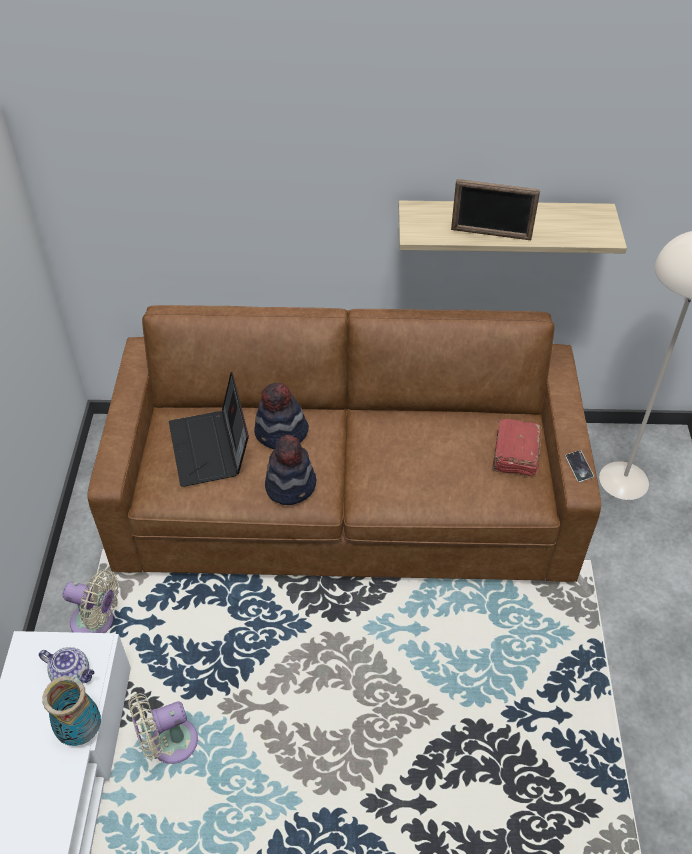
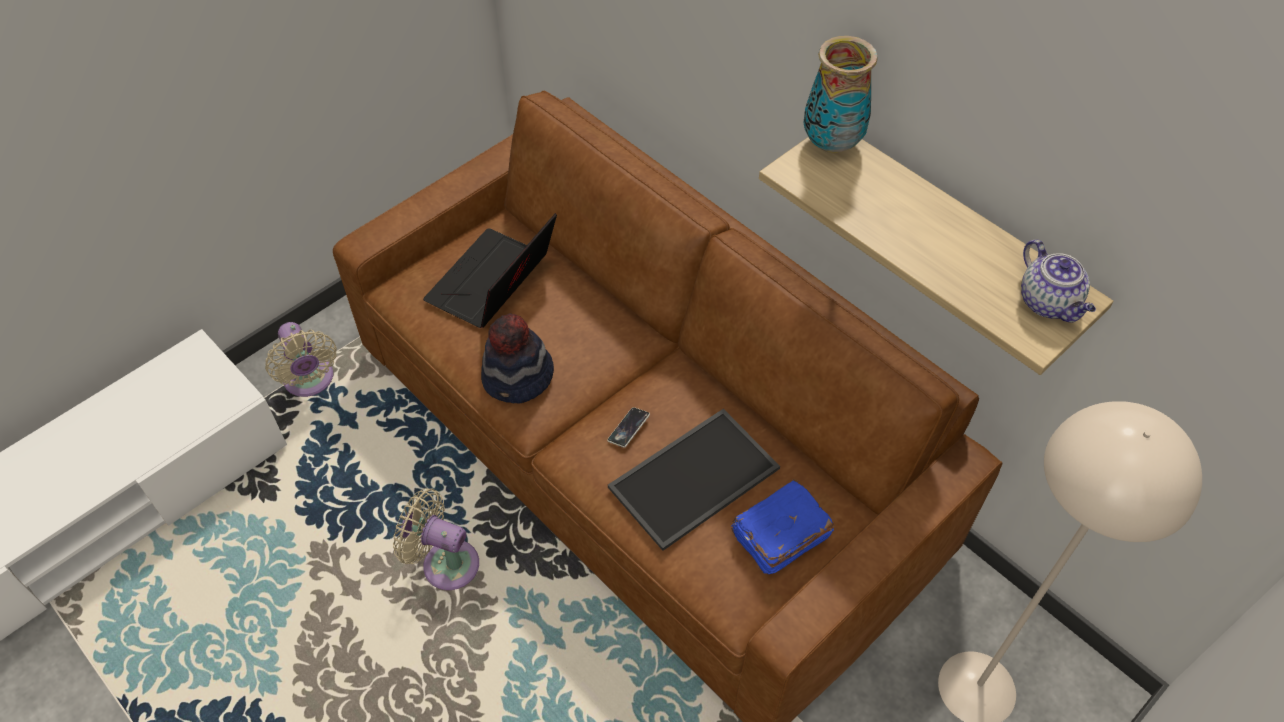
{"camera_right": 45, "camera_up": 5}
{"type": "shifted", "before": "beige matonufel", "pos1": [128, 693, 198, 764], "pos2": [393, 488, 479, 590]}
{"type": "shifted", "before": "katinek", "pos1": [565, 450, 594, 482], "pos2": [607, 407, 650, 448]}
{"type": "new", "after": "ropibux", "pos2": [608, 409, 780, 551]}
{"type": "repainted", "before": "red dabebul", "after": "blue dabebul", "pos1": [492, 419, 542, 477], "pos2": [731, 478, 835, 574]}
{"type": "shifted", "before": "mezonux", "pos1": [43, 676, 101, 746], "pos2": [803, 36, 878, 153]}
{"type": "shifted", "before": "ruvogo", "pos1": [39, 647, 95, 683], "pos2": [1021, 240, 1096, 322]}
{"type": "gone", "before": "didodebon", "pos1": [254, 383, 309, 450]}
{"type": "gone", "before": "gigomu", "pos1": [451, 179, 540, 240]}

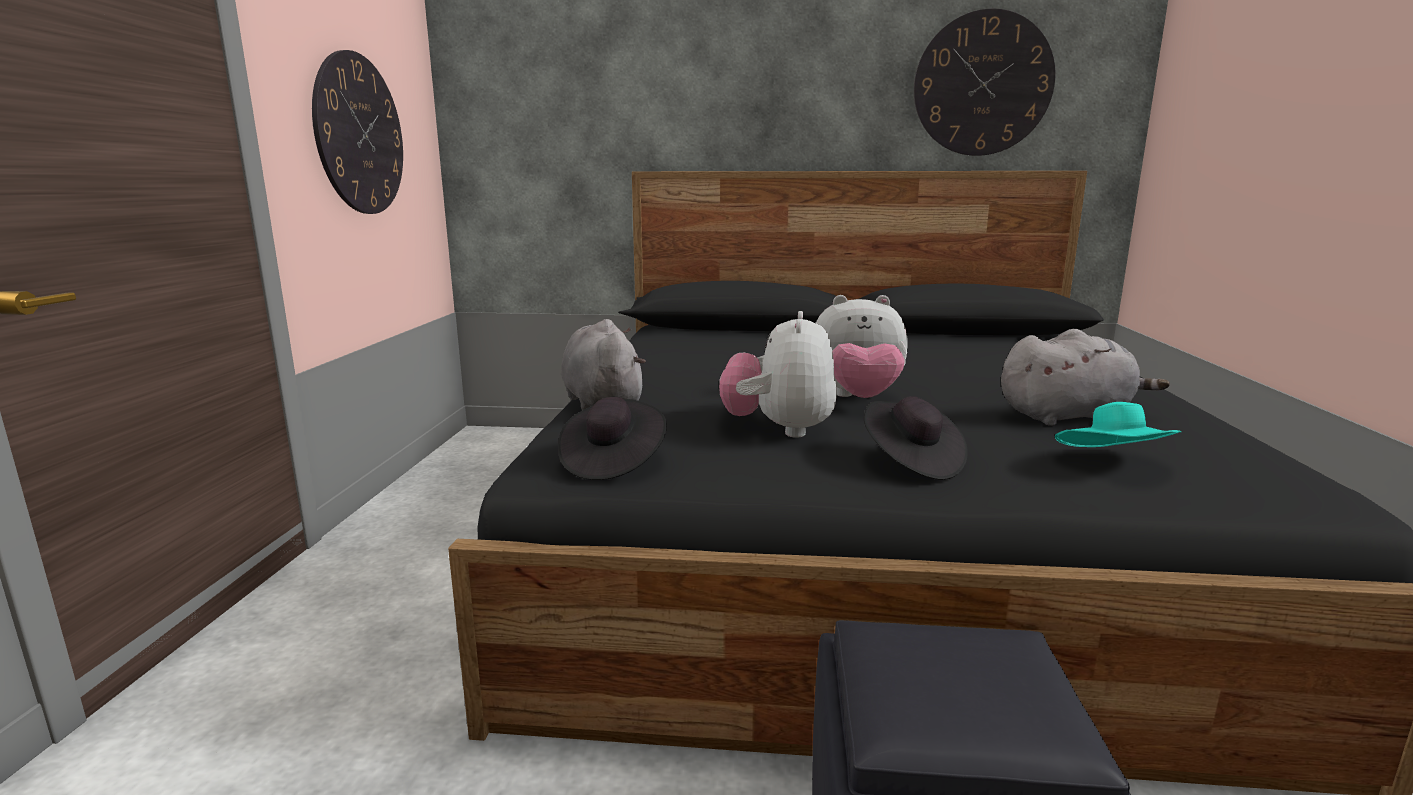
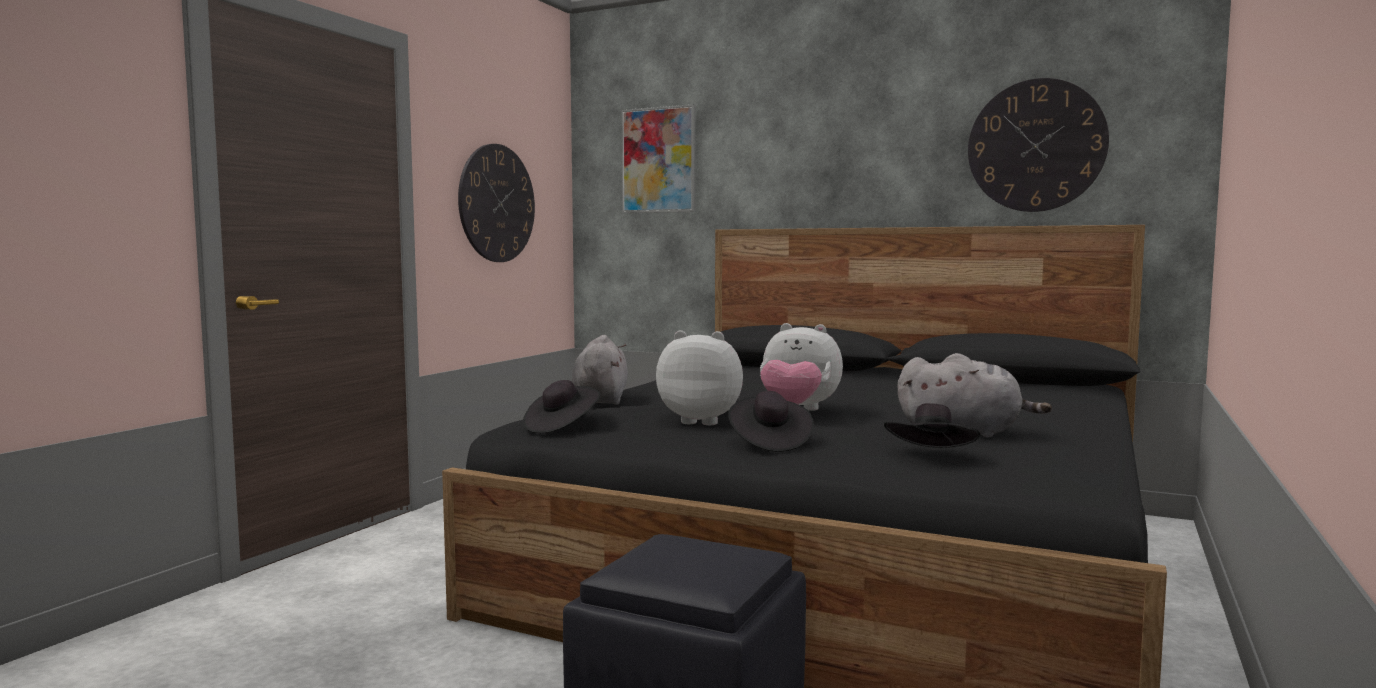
{"camera_right": 20, "camera_up": -10}
{"type": "new", "after": "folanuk", "pos2": [622, 104, 695, 213]}
{"type": "rotated", "before": "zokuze", "pos1": [719, 311, 837, 438], "pos2": [656, 330, 743, 425], "turn": 75}
{"type": "repainted", "before": "turquoise didodebon", "after": "black didodebon", "pos1": [1055, 402, 1181, 447], "pos2": [884, 403, 980, 448]}

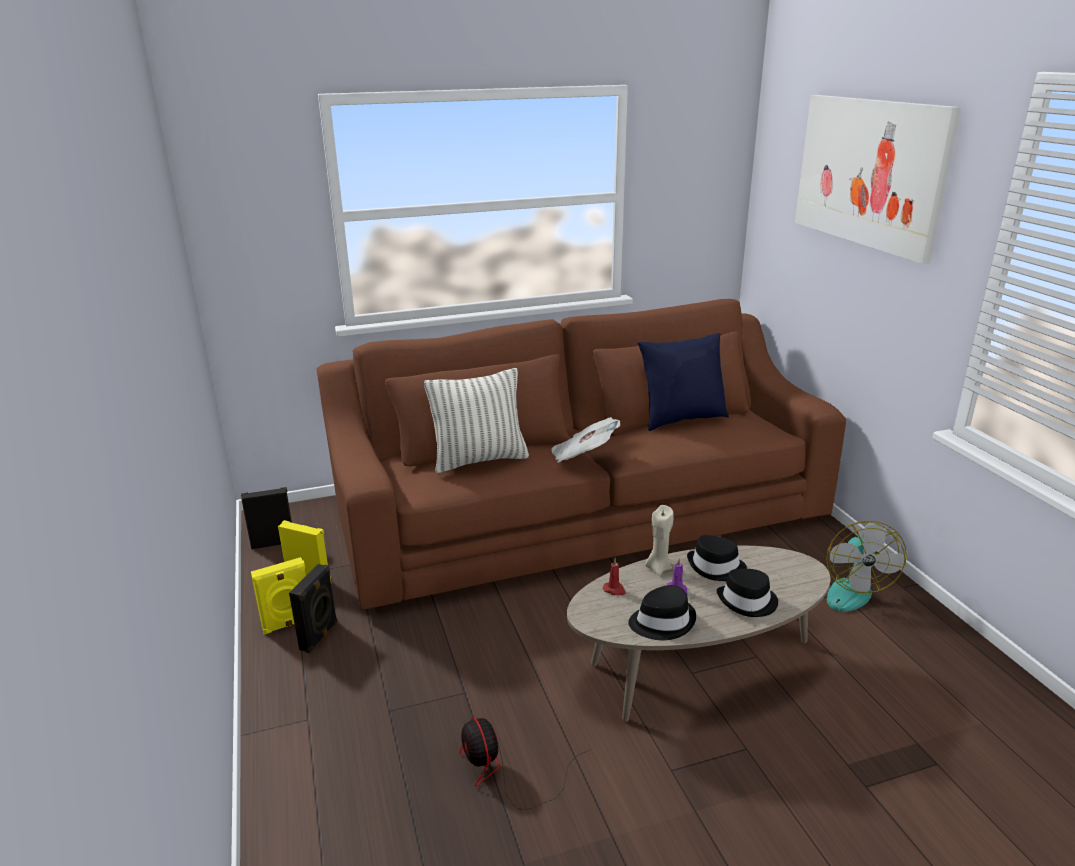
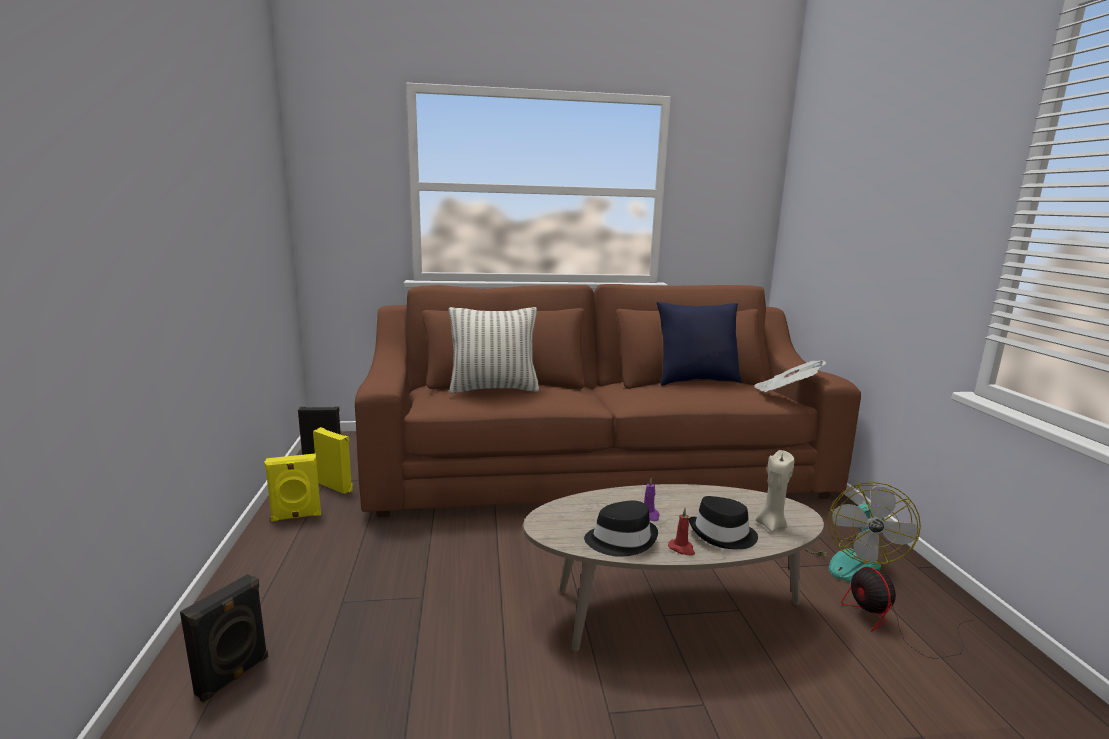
{"camera_right": 10, "camera_up": -10}
{"type": "shifted", "before": "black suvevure", "pos1": [289, 564, 338, 653], "pos2": [180, 574, 268, 703]}
{"type": "shifted", "before": "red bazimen", "pos1": [603, 558, 626, 595], "pos2": [668, 508, 695, 556]}
{"type": "shifted", "before": "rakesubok", "pos1": [551, 417, 621, 463], "pos2": [754, 360, 826, 393]}
{"type": "shifted", "before": "beige bazimen", "pos1": [645, 505, 674, 575], "pos2": [756, 450, 794, 532]}
{"type": "shifted", "before": "matonufel", "pos1": [460, 717, 590, 809], "pos2": [841, 567, 973, 659]}
{"type": "gone", "before": "black didodebon", "pos1": [687, 535, 747, 581]}
{"type": "gone", "before": "folanuk", "pos1": [795, 95, 961, 264]}

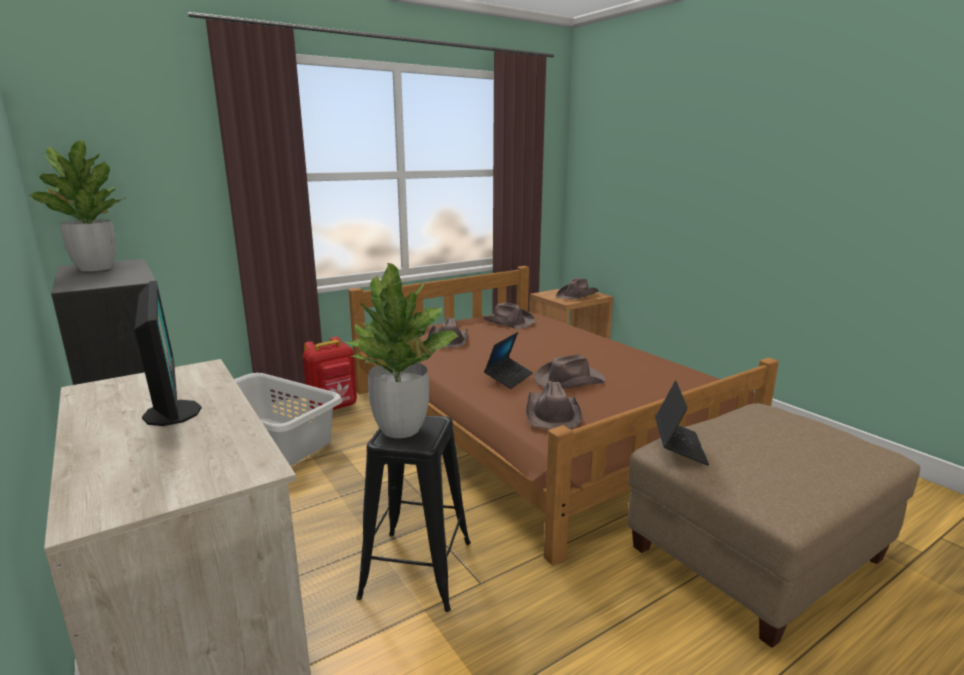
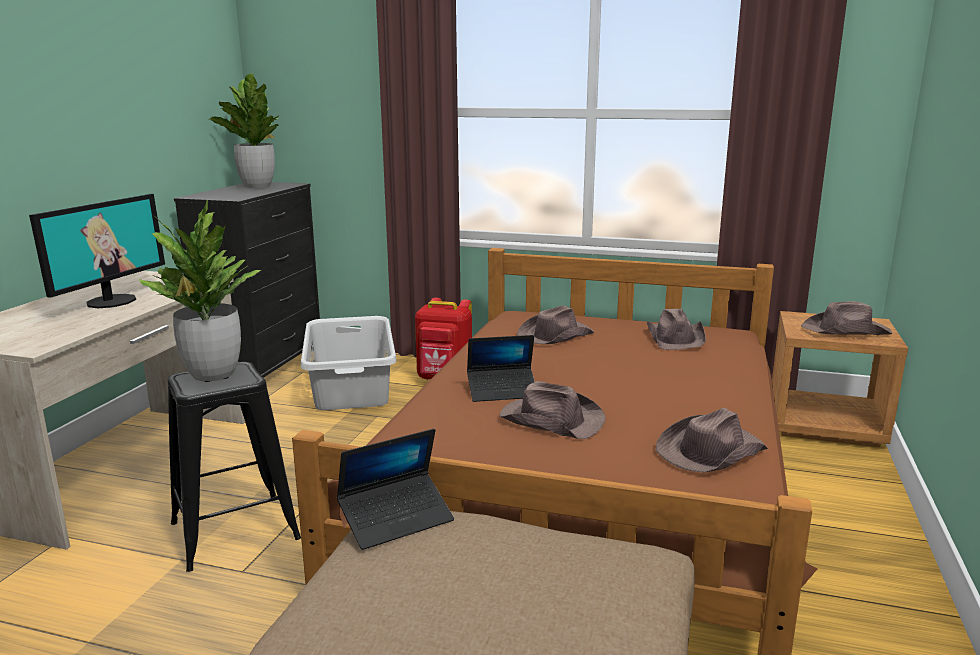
{"camera_right": 50, "camera_up": 0}
{"type": "shifted", "before": "brown didodebon", "pos1": [526, 381, 582, 429], "pos2": [656, 408, 768, 473]}

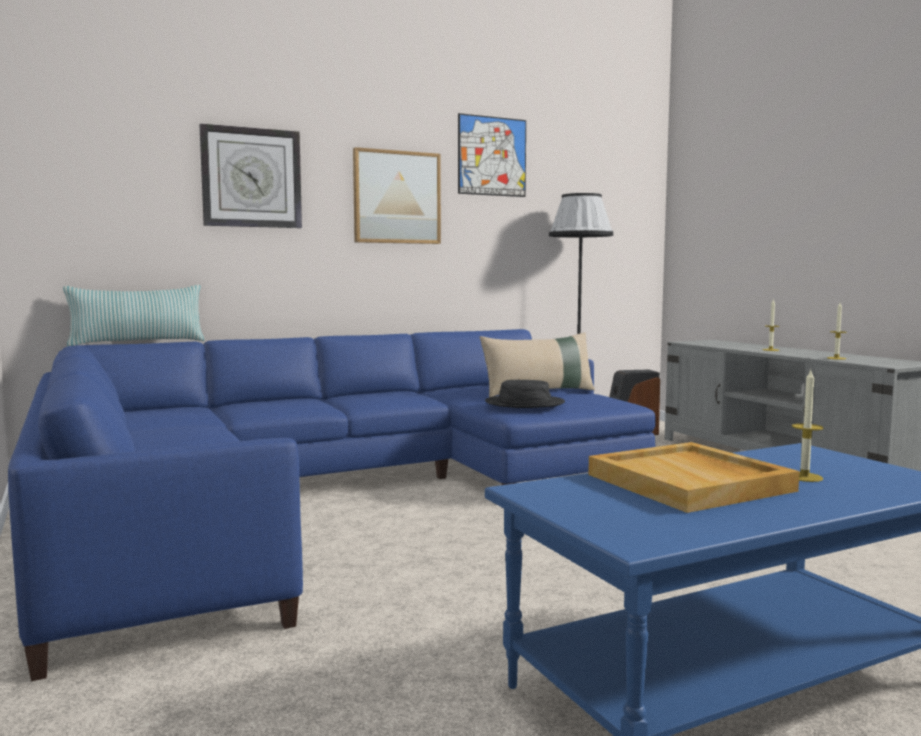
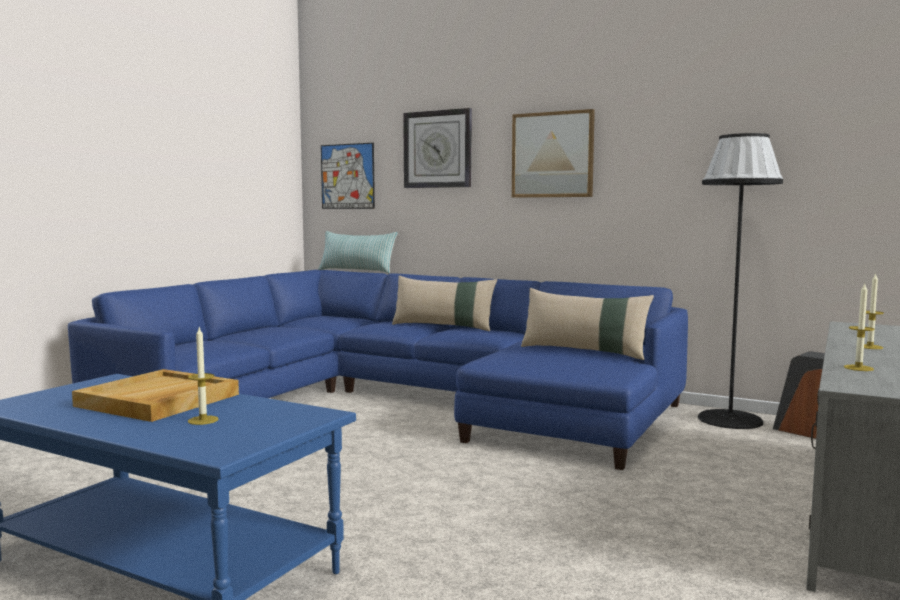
{"camera_right": 55, "camera_up": 0}
{"type": "shifted", "before": "folanuk", "pos1": [458, 113, 526, 197], "pos2": [321, 143, 375, 209]}
{"type": "new", "after": "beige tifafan", "pos2": [392, 275, 497, 331]}
{"type": "gone", "before": "black didodebon", "pos1": [485, 380, 565, 408]}

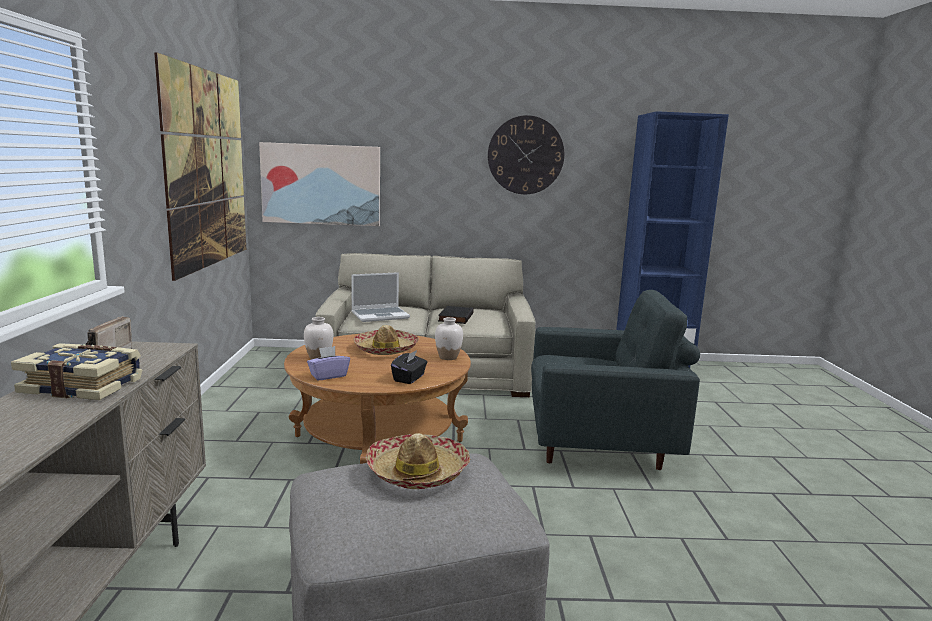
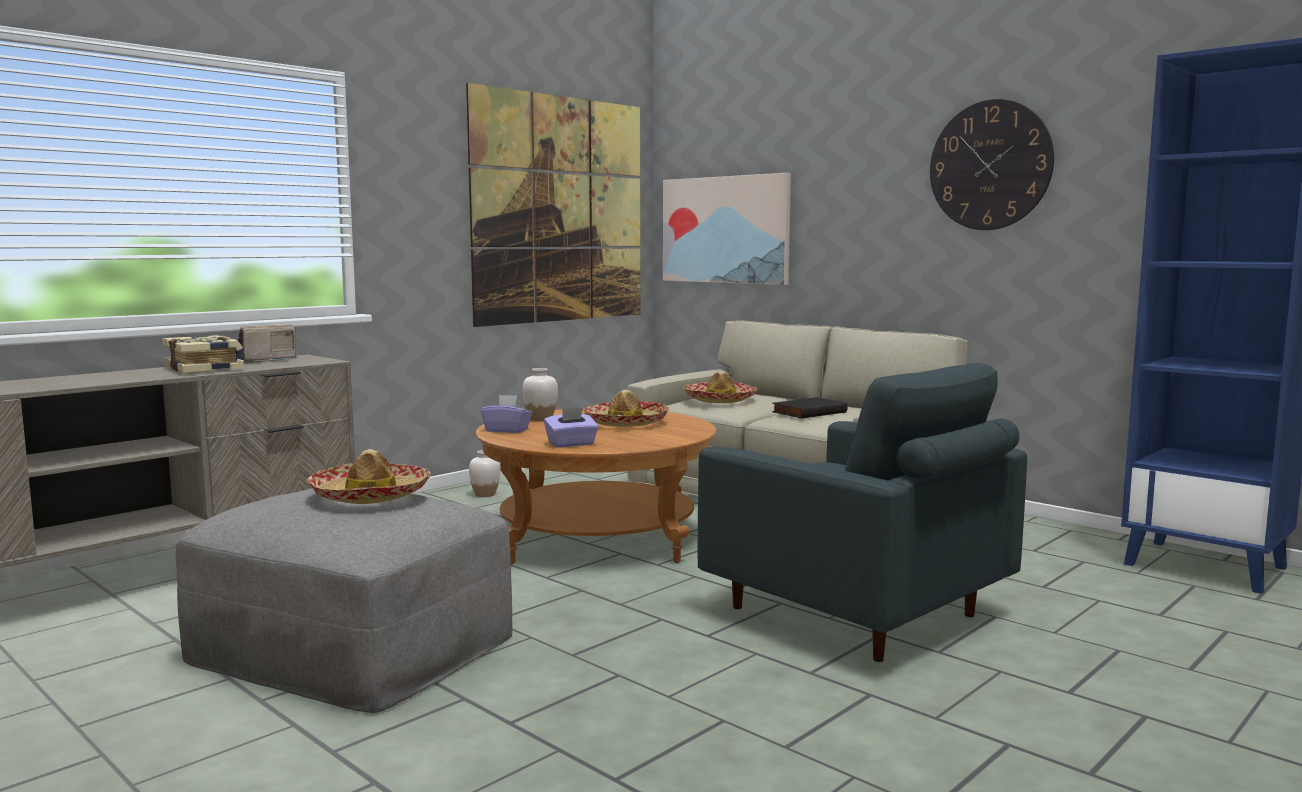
{"camera_right": 45, "camera_up": -5}
{"type": "shifted", "before": "white mezonux", "pos1": [435, 317, 463, 360], "pos2": [469, 450, 500, 497]}
{"type": "repainted", "before": "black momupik", "after": "purple momupik", "pos1": [391, 349, 427, 384], "pos2": [544, 408, 599, 448]}
{"type": "swapped", "before": "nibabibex", "after": "didodebon", "pos1": [351, 272, 410, 322], "pos2": [683, 371, 758, 403]}

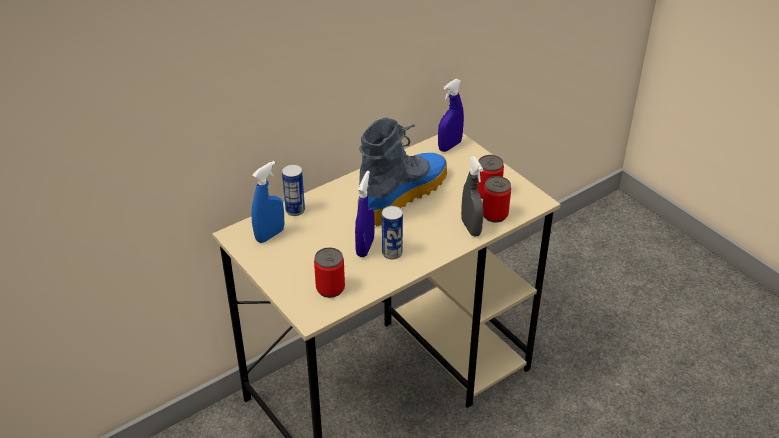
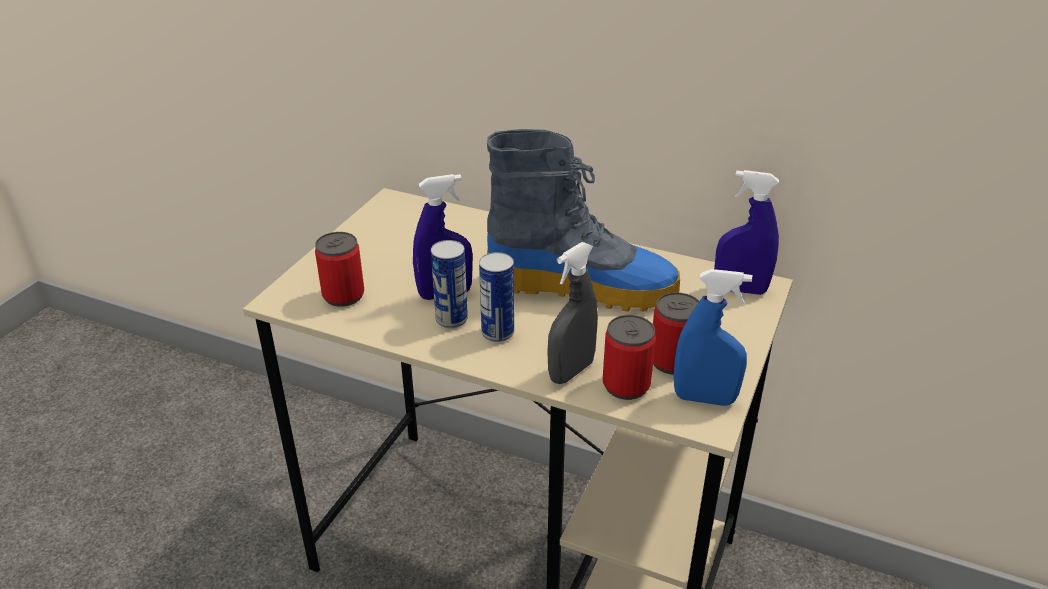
{"camera_right": 60, "camera_up": -5}
{"type": "shifted", "before": "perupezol", "pos1": [282, 164, 305, 216], "pos2": [479, 252, 514, 342]}
{"type": "shifted", "before": "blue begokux", "pos1": [251, 161, 284, 243], "pos2": [674, 269, 752, 406]}

